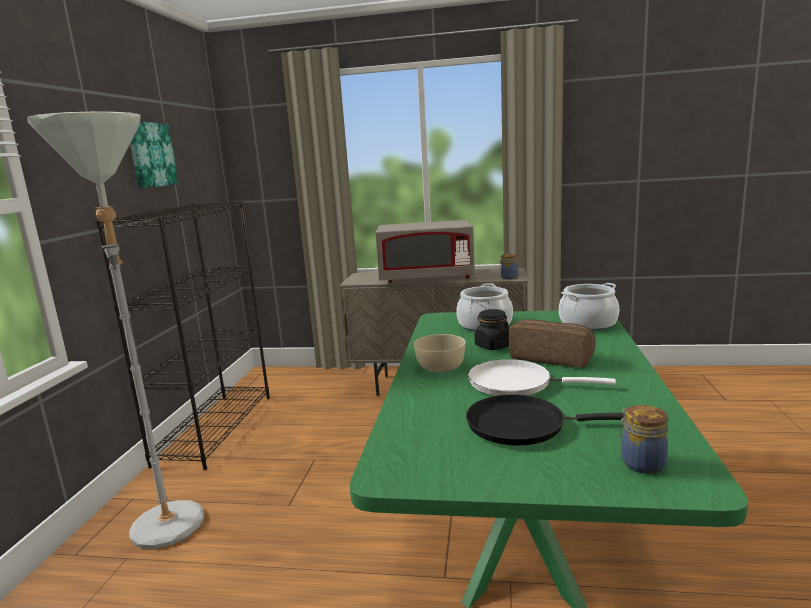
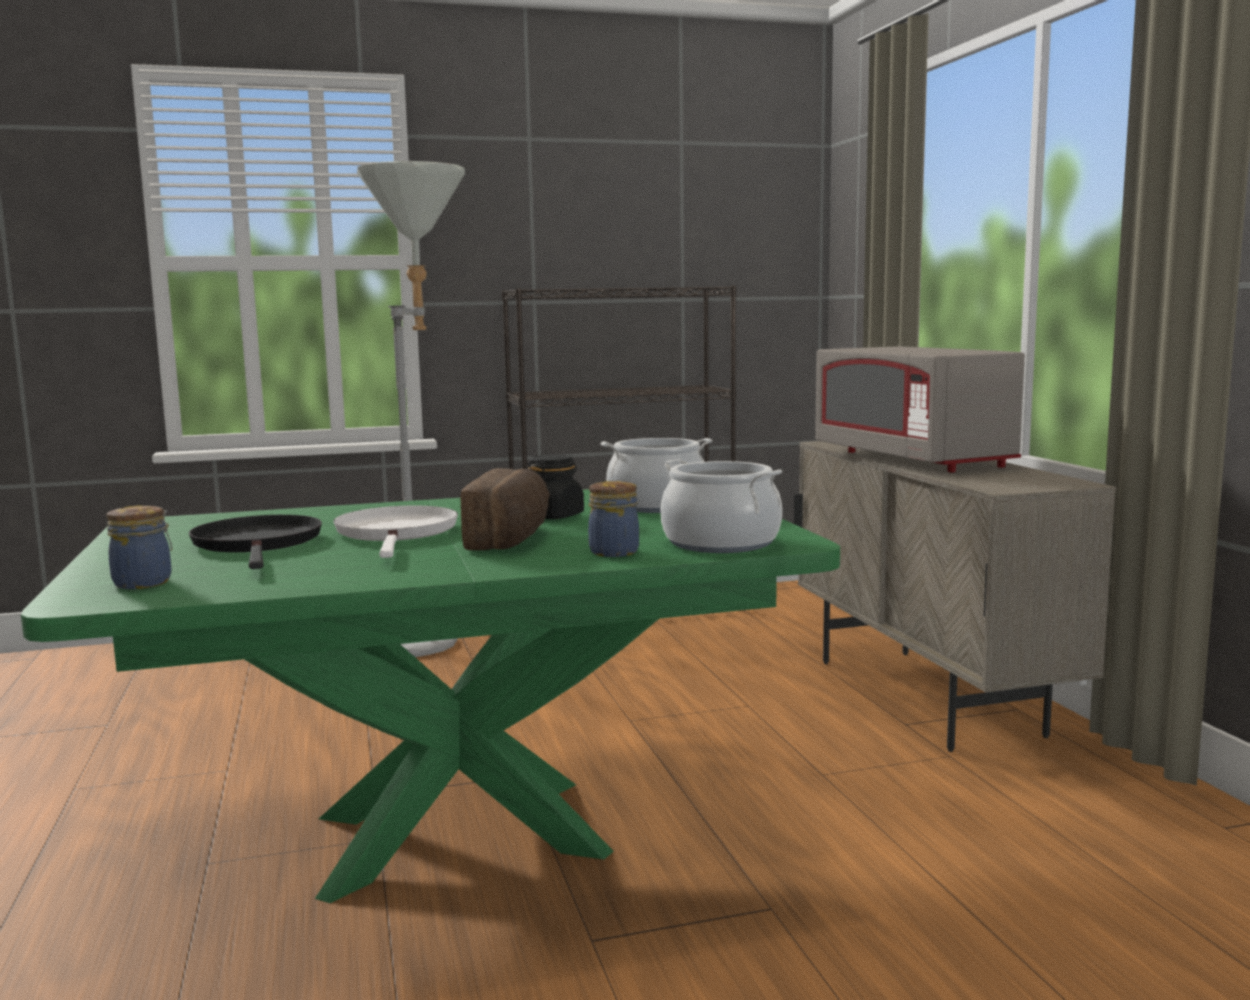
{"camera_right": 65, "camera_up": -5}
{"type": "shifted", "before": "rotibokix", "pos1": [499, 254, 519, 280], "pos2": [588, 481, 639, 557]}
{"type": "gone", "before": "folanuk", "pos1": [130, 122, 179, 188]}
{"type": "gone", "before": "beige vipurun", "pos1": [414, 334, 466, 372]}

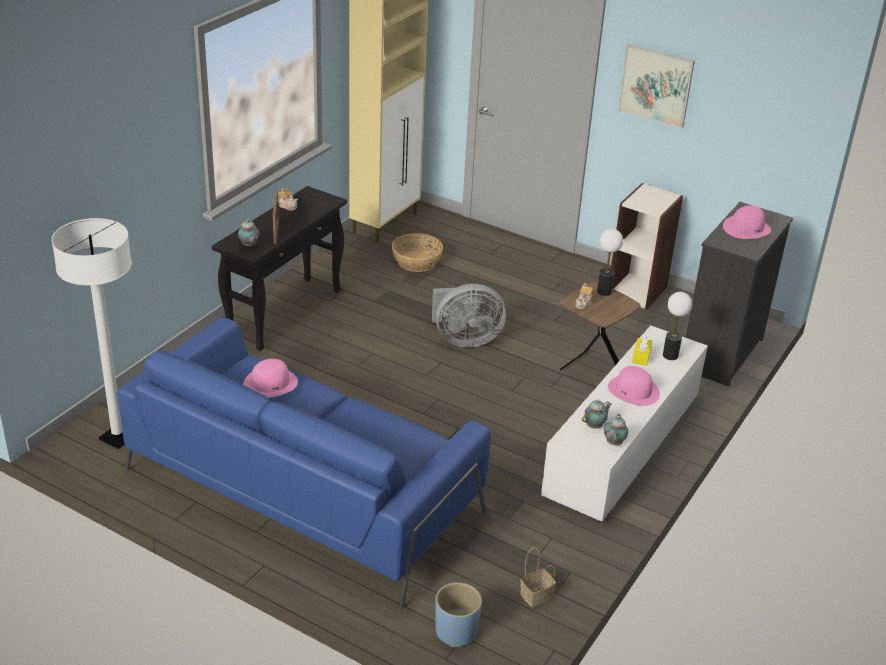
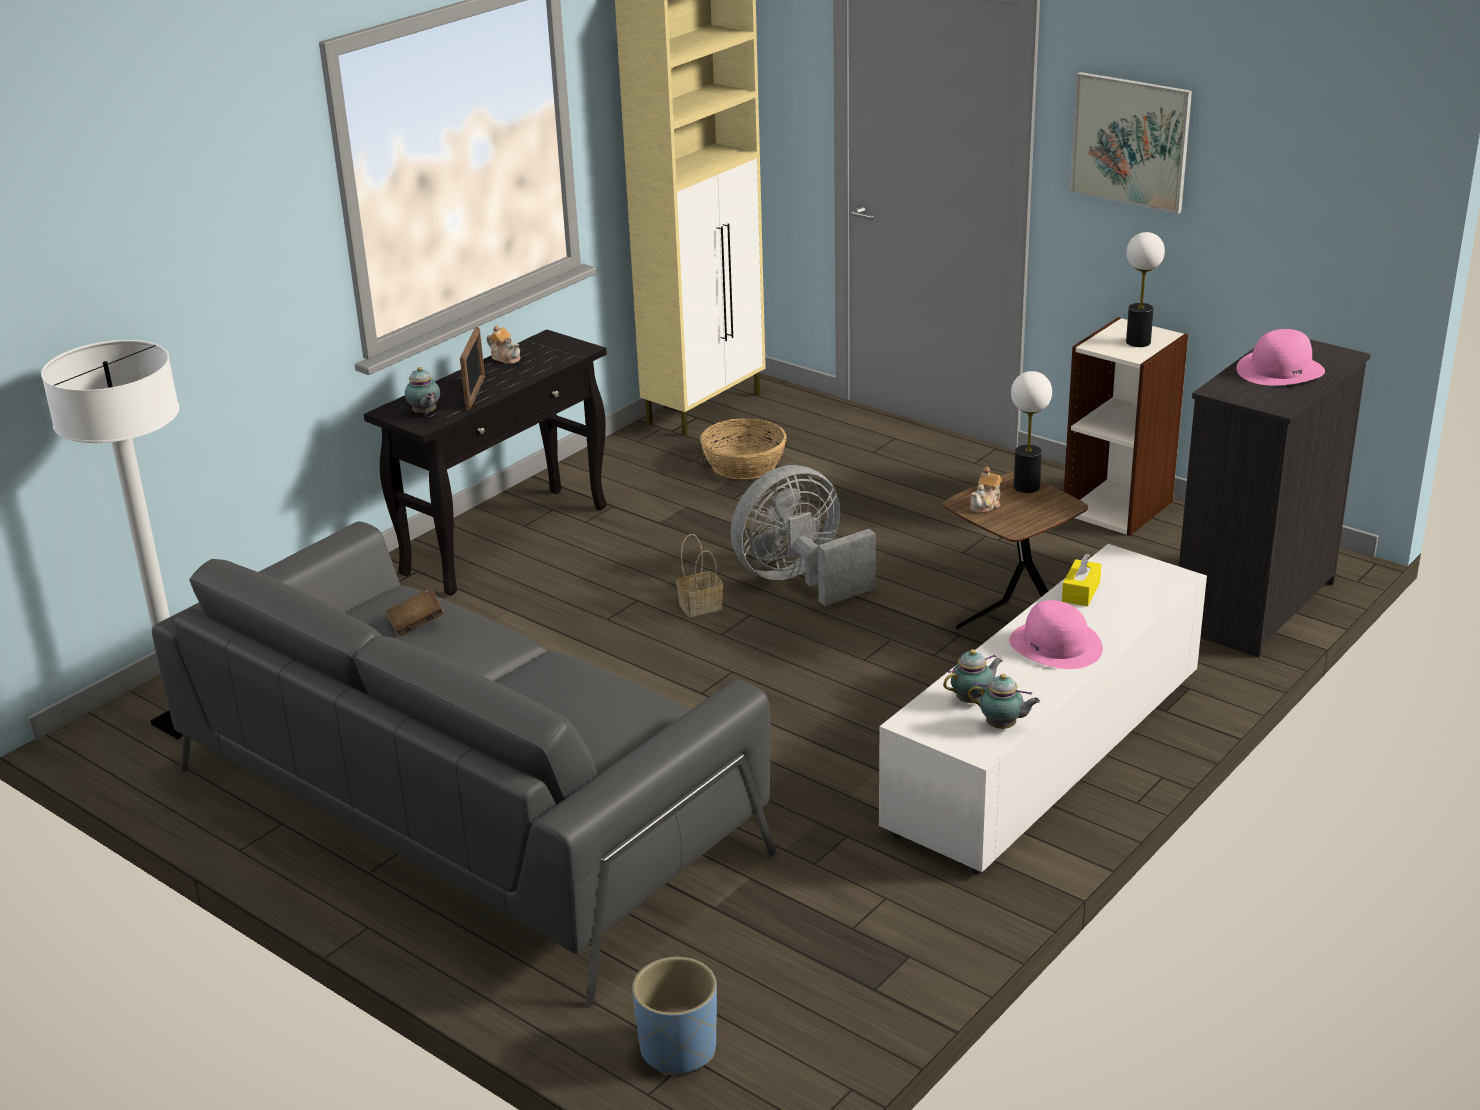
{"camera_right": 10, "camera_up": -5}
{"type": "repainted", "before": "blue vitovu", "after": "grey vitovu", "pos1": [117, 317, 491, 610], "pos2": [152, 521, 777, 1008]}
{"type": "swapped", "before": "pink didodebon", "after": "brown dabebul", "pos1": [243, 359, 298, 398], "pos2": [386, 588, 444, 636]}
{"type": "shifted", "before": "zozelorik", "pos1": [520, 547, 556, 607], "pos2": [676, 534, 723, 617]}
{"type": "rotated", "before": "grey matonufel", "pos1": [432, 284, 506, 347], "pos2": [731, 465, 876, 606], "turn": 150}
{"type": "rotated", "before": "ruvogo", "pos1": [604, 414, 628, 445], "pos2": [968, 674, 1040, 729], "turn": 90}
{"type": "shifted", "before": "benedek", "pos1": [663, 292, 692, 360], "pos2": [1126, 232, 1165, 347]}

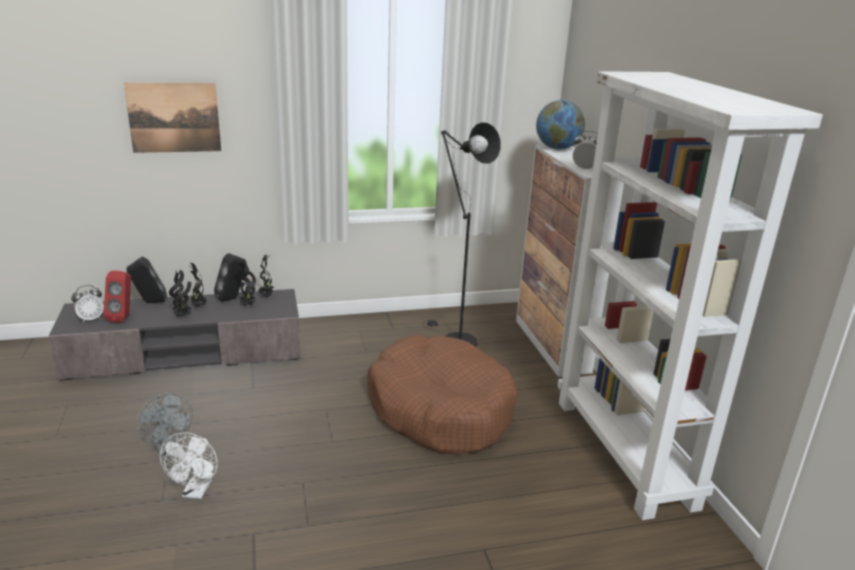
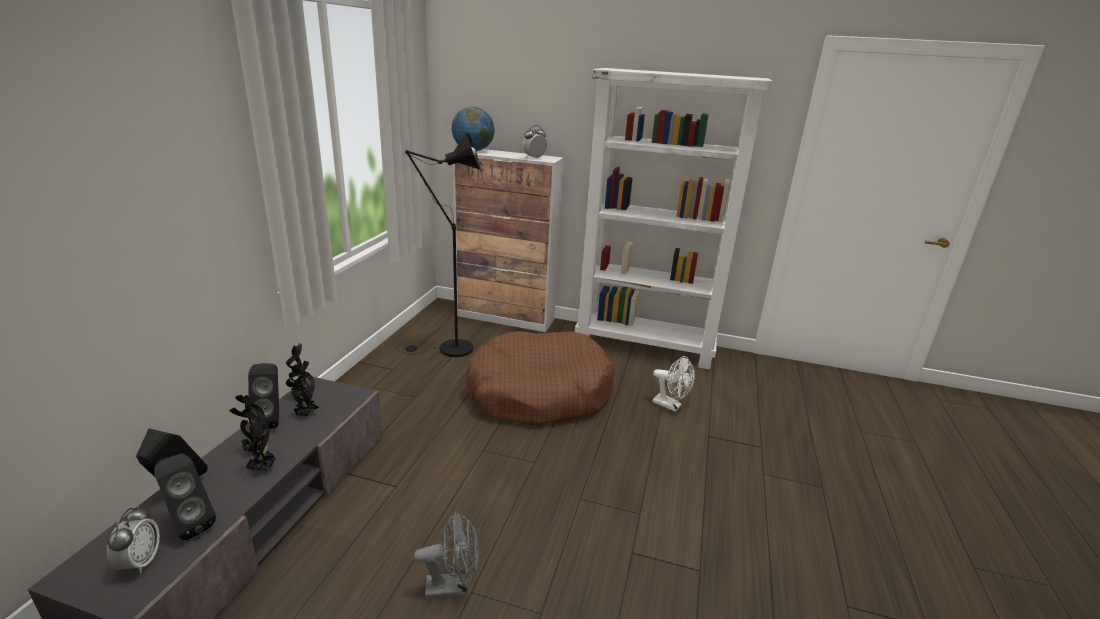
{"camera_right": -60, "camera_up": 0}
{"type": "repainted", "before": "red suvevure", "after": "black suvevure", "pos1": [103, 271, 131, 323], "pos2": [154, 454, 216, 540]}
{"type": "shifted", "before": "white matonufel", "pos1": [160, 432, 218, 499], "pos2": [652, 356, 695, 411]}
{"type": "gone", "before": "folanuk", "pos1": [124, 83, 221, 153]}

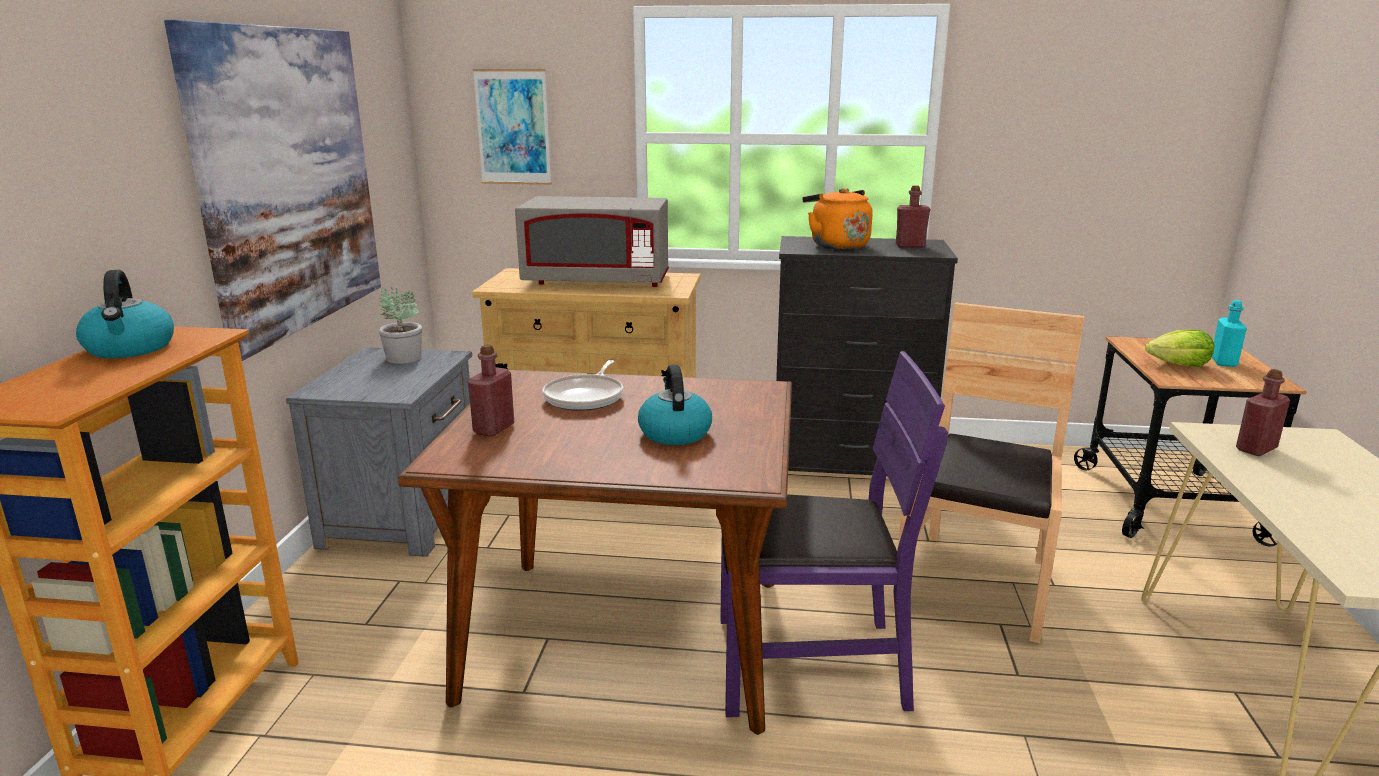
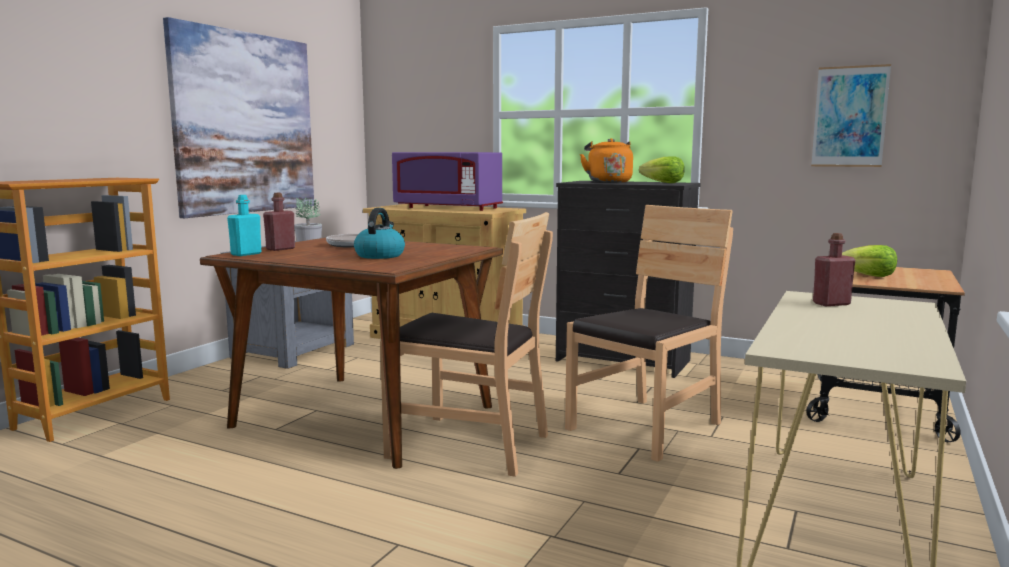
{"camera_right": 20, "camera_up": -10}
{"type": "shifted", "before": "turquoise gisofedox", "pos1": [1212, 300, 1247, 367], "pos2": [227, 195, 261, 256]}
{"type": "repainted", "before": "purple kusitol", "after": "brown kusitol", "pos1": [720, 351, 948, 717], "pos2": [380, 212, 553, 477]}
{"type": "repainted", "before": "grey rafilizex", "after": "purple rafilizex", "pos1": [515, 196, 669, 287], "pos2": [392, 152, 503, 211]}
{"type": "swapped", "before": "red gisofedox", "after": "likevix", "pos1": [896, 185, 930, 248], "pos2": [639, 156, 685, 183]}
{"type": "shifted", "before": "folanuk", "pos1": [473, 69, 552, 185], "pos2": [811, 64, 891, 167]}
{"type": "gone", "before": "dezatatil", "pos1": [76, 270, 174, 358]}

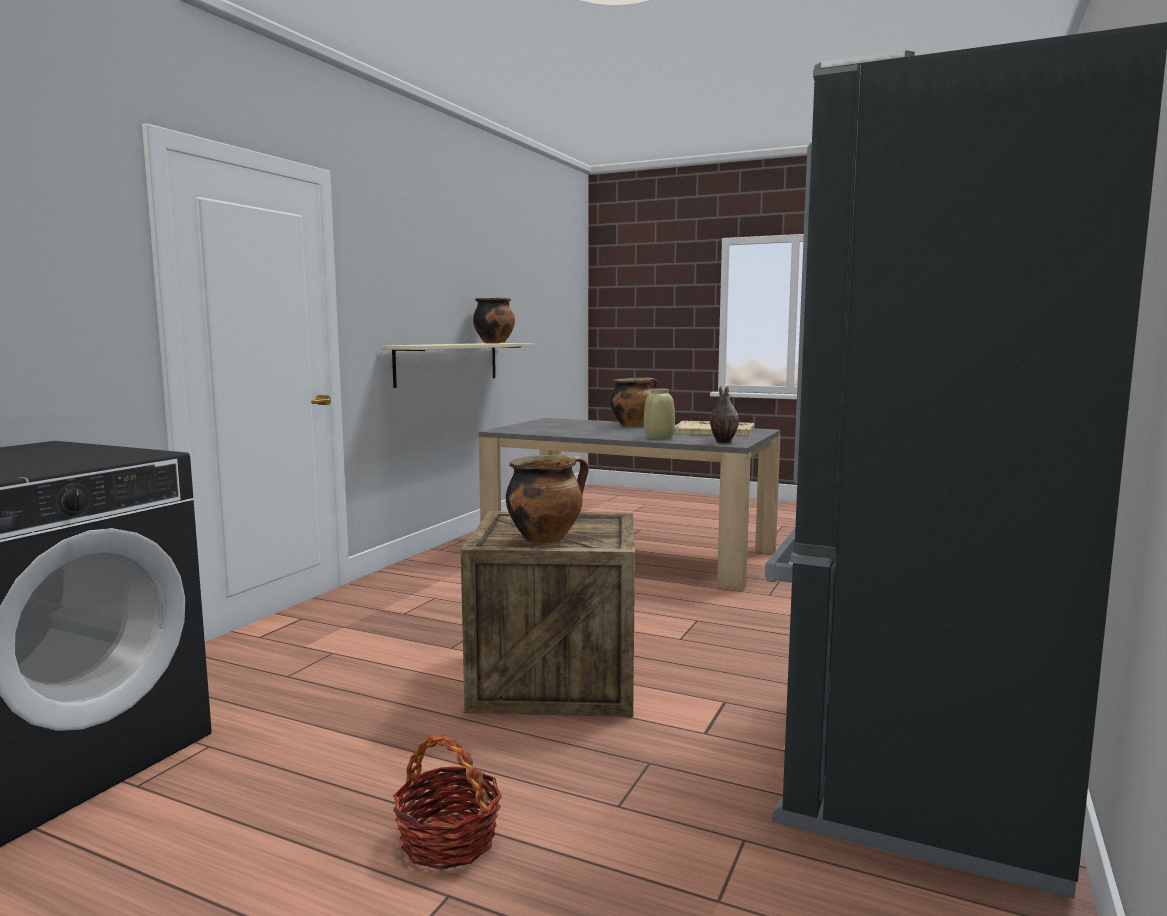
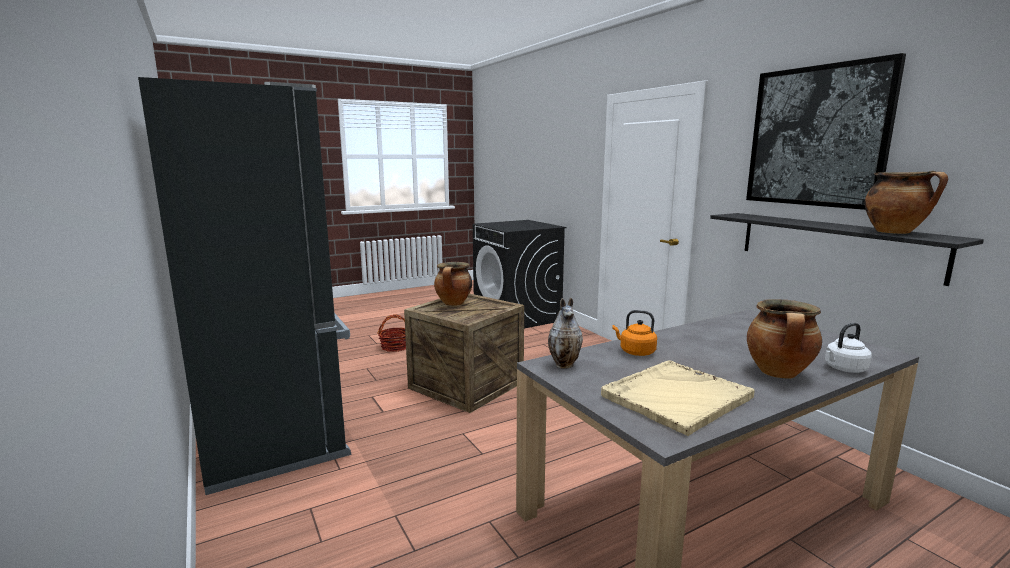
{"camera_right": 125, "camera_up": 5}
{"type": "swapped", "before": "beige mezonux", "after": "orange dezatatil", "pos1": [644, 388, 675, 439], "pos2": [613, 310, 657, 356]}
{"type": "repainted", "before": "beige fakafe", "after": "black fakafe", "pos1": [382, 343, 534, 388], "pos2": [710, 213, 984, 286]}
{"type": "new", "after": "folanuk", "pos2": [746, 53, 906, 210]}
{"type": "new", "after": "white dezatatil", "pos2": [825, 323, 872, 373]}

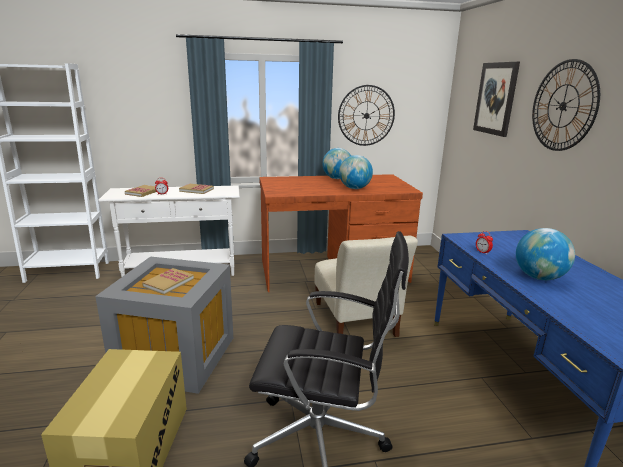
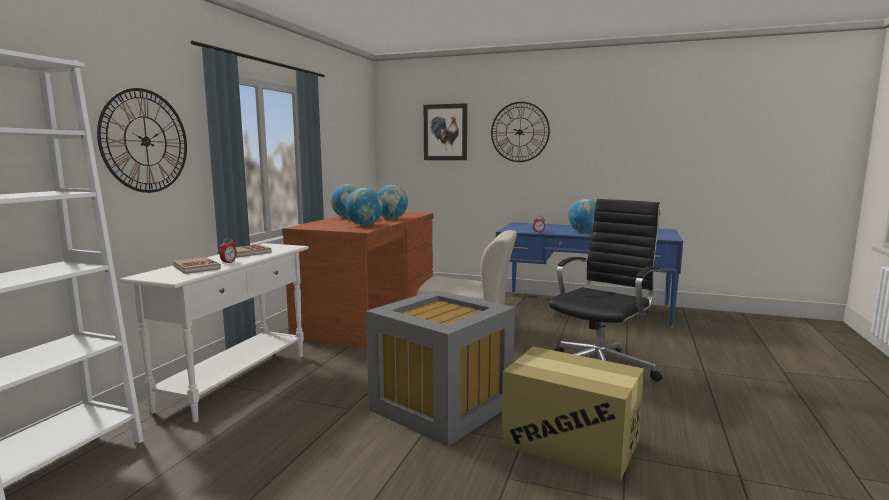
{"camera_right": -60, "camera_up": -10}
{"type": "shifted", "before": "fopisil", "pos1": [338, 85, 395, 146], "pos2": [97, 88, 187, 193]}
{"type": "new", "after": "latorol", "pos2": [345, 188, 383, 225]}
{"type": "gone", "before": "dabebul", "pos1": [142, 268, 194, 295]}

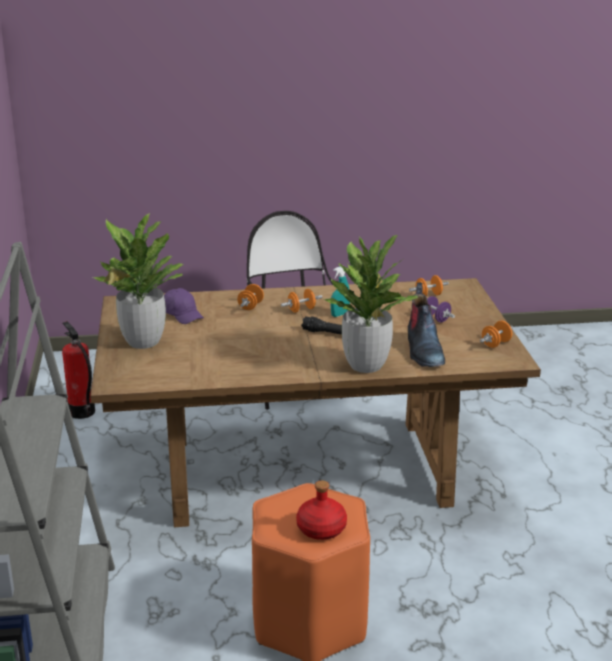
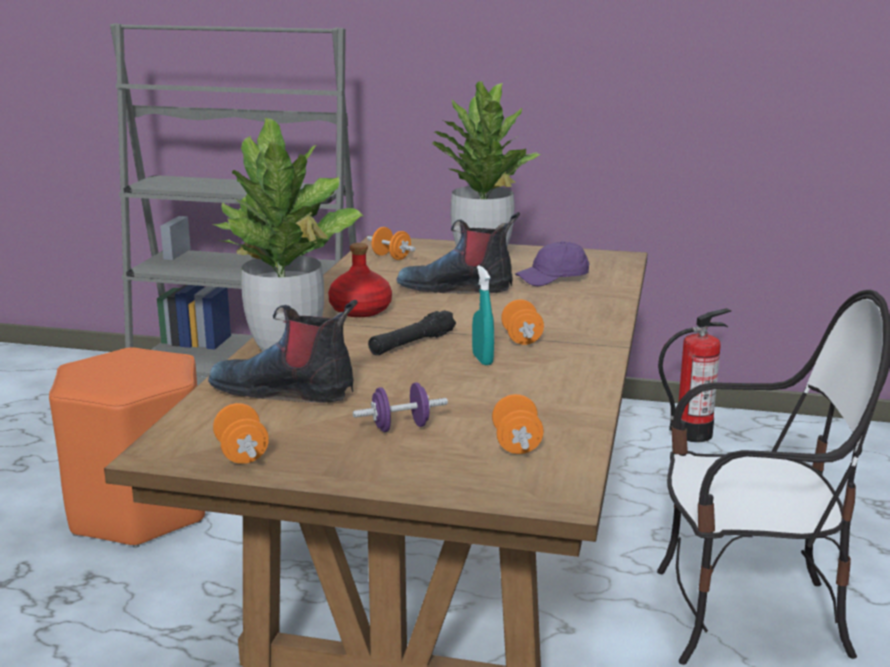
{"camera_right": 110, "camera_up": -5}
{"type": "shifted", "before": "red gisofedox", "pos1": [296, 480, 347, 540], "pos2": [328, 243, 392, 317]}
{"type": "shifted", "before": "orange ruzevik", "pos1": [237, 284, 264, 310], "pos2": [367, 227, 416, 260]}
{"type": "new", "after": "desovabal", "pos2": [396, 212, 520, 294]}

